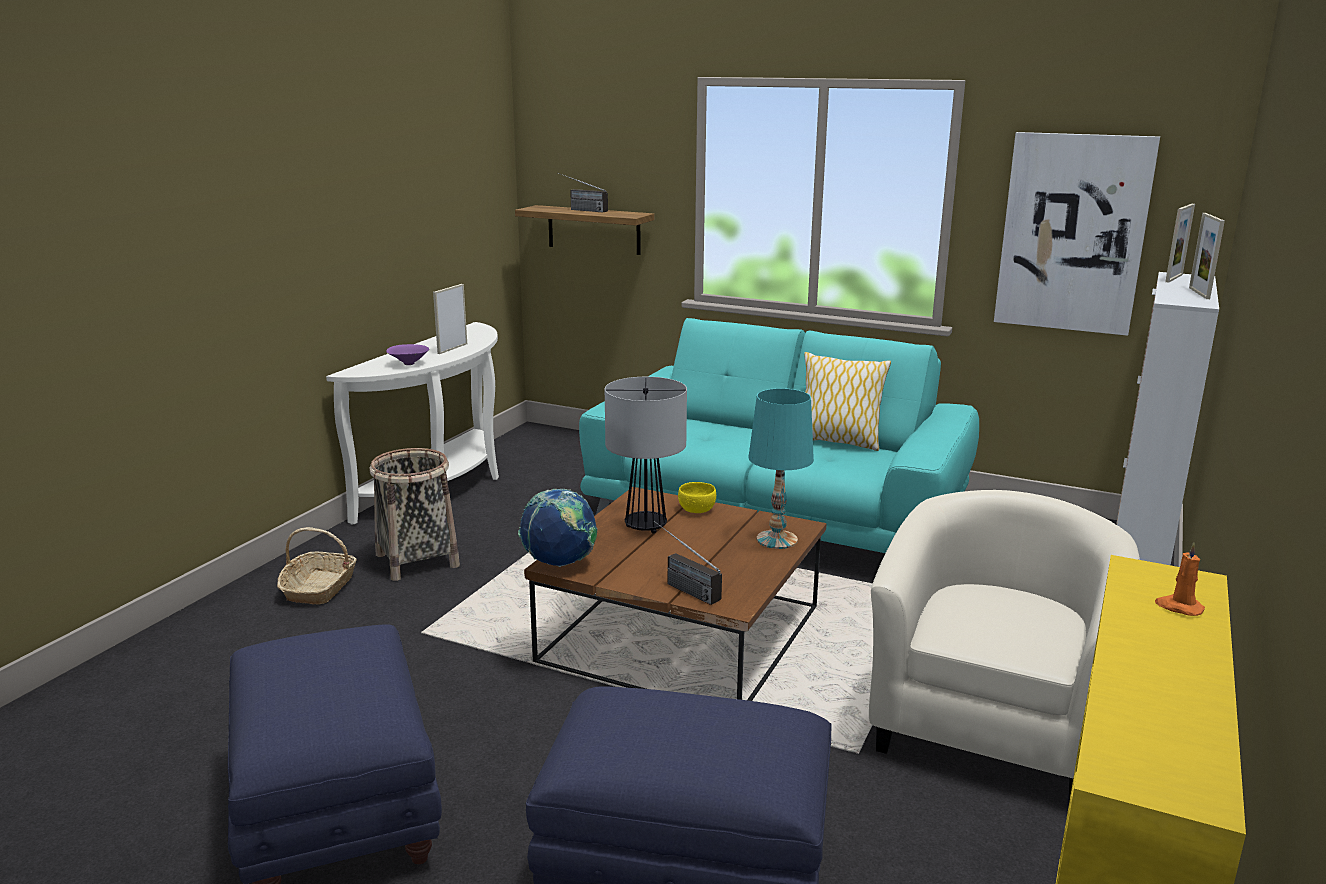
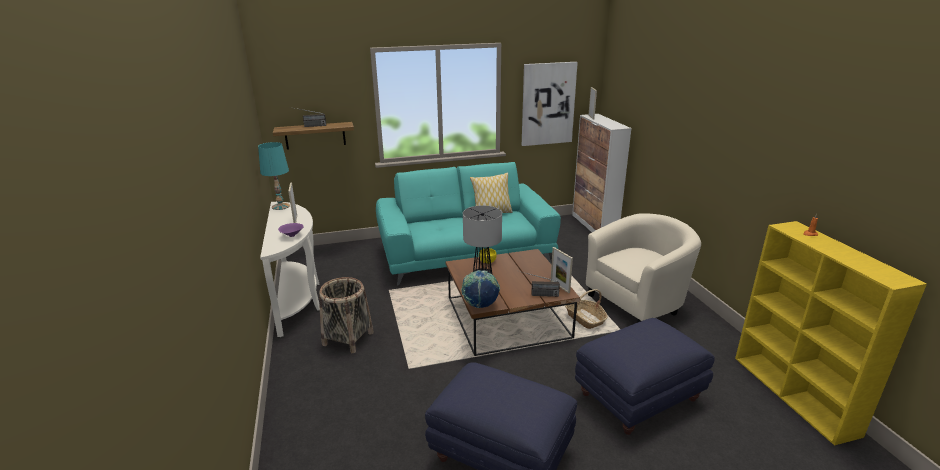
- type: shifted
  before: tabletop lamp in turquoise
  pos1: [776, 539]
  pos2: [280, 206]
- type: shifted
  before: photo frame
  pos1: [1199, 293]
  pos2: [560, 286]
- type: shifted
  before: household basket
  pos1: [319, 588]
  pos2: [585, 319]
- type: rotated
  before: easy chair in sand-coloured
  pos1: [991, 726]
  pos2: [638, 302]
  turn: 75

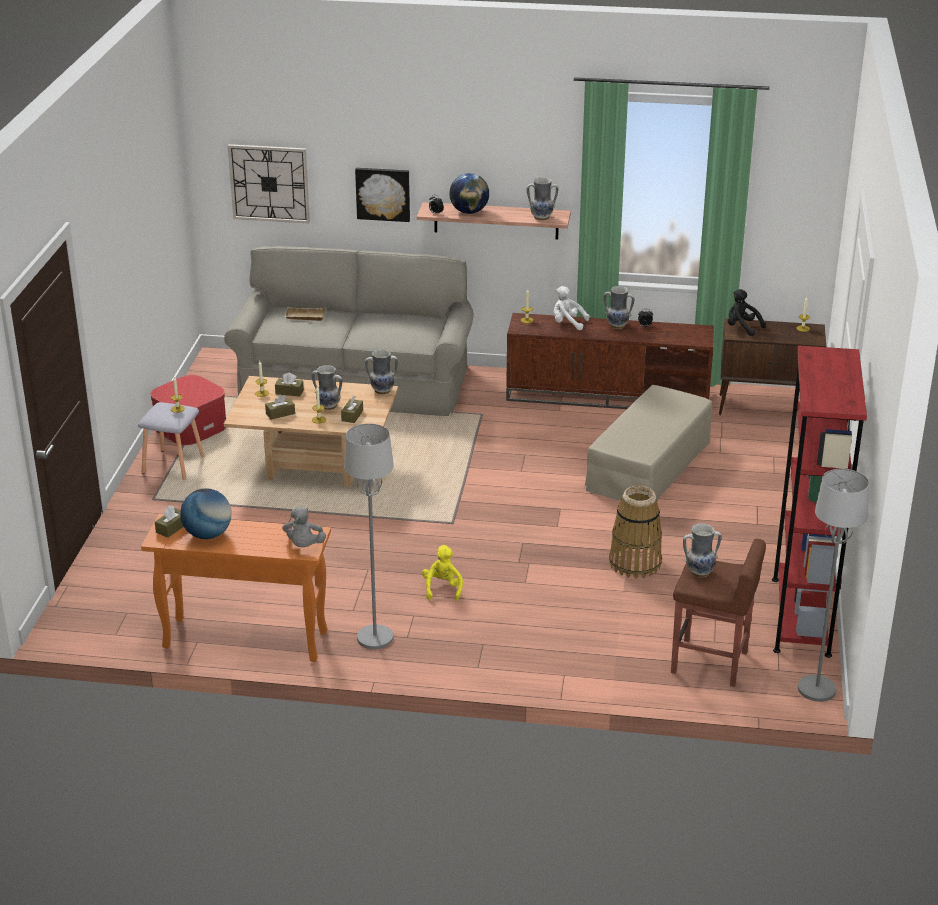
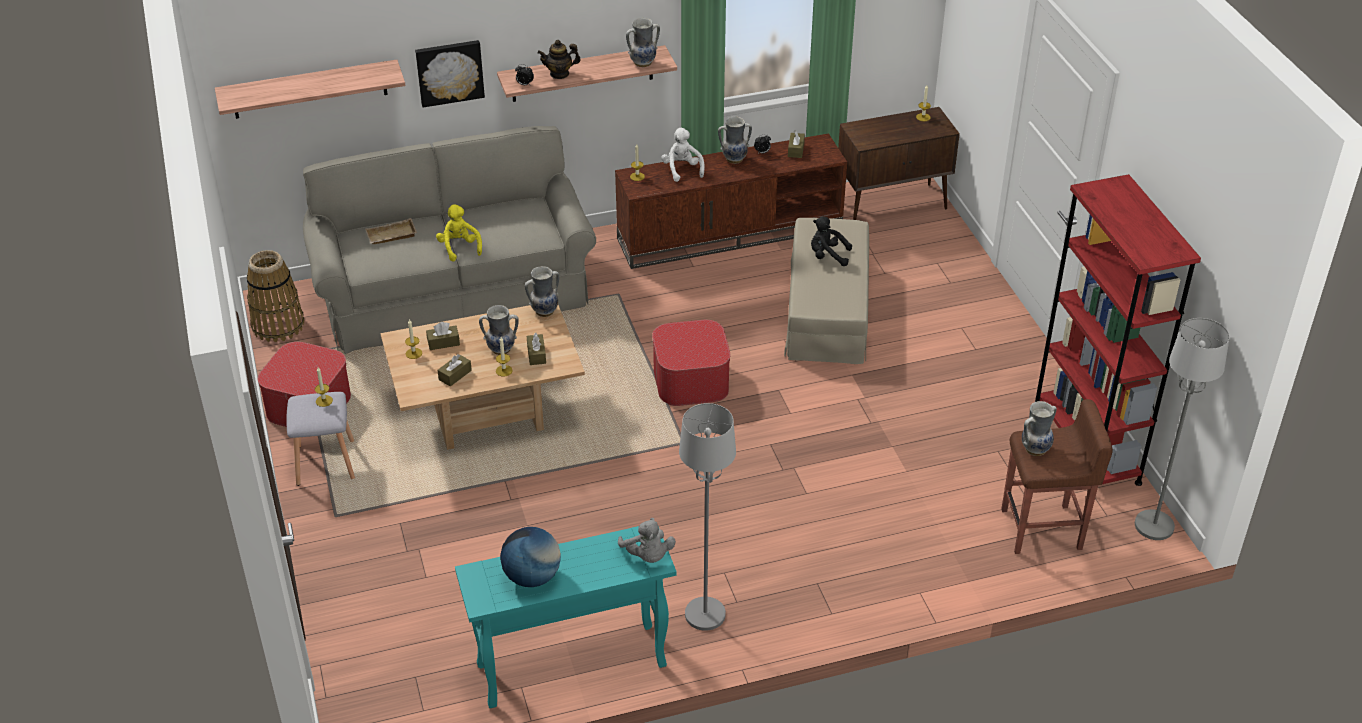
- type: swapped
  before: hanging clock
  after: bracket shelf
  pos1: [269, 183]
  pos2: [309, 89]
- type: shifted
  before: household basket
  pos1: [635, 563]
  pos2: [278, 325]
- type: shifted
  before: plush toy in yellow
  pos1: [442, 588]
  pos2: [459, 247]
- type: repainted
  before: narrow table in orange
  after: narrow table in turquoise
  pos1: [244, 640]
  pos2: [570, 666]
- type: swapped
  before: world globe
  after: teapot
  pos1: [469, 212]
  pos2: [559, 74]
- type: new
  after: ottoman
  pos2: [690, 380]
- type: rotated
  before: plush toy in white
  pos1: [567, 323]
  pos2: [682, 169]
  turn: 75
- type: shifted
  before: box of tissues in brownish
  pos1: [172, 528]
  pos2: [796, 150]
- type: shifted
  before: plush toy in black
  pos1: [742, 328]
  pos2: [827, 256]

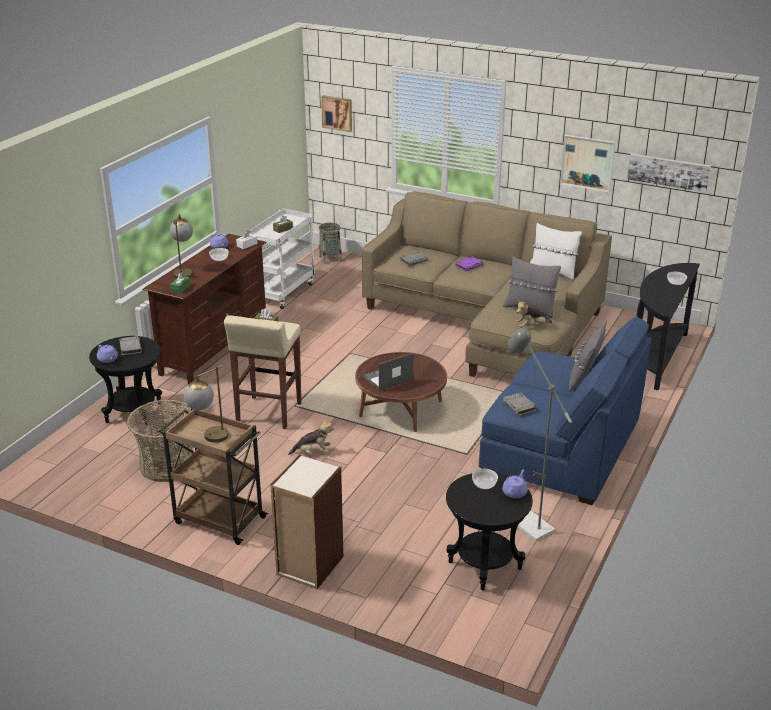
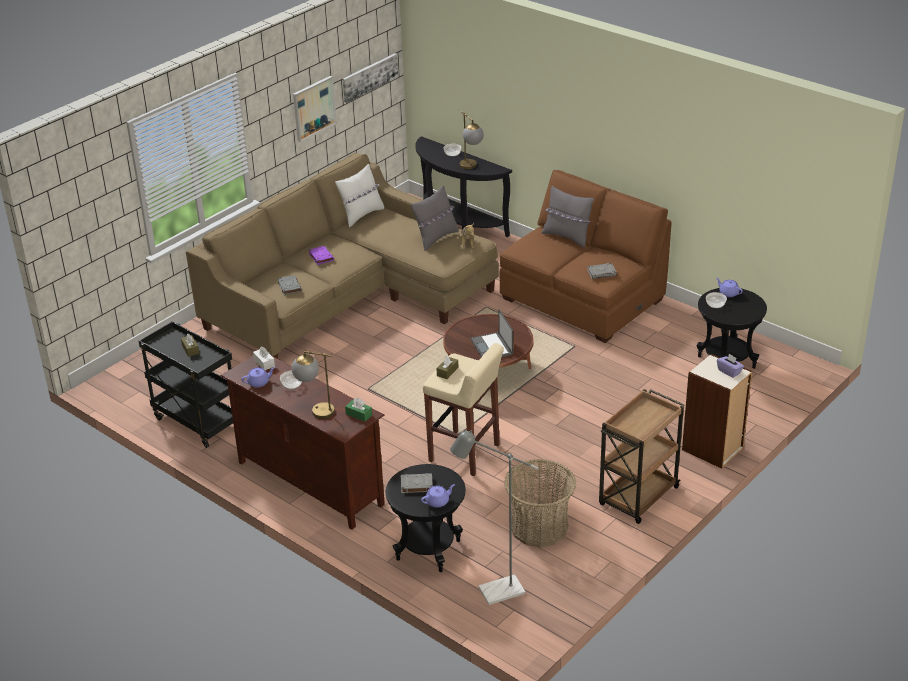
- type: repainted
  before: trolley in white
  after: trolley in black
  pos1: [282, 292]
  pos2: [195, 422]
- type: shifted
  before: standing lamp in gray
  pos1: [526, 522]
  pos2: [494, 593]
- type: shifted
  before: tabletop lamp
  pos1: [209, 439]
  pos2: [471, 168]
- type: repainted
  before: sofa in blue-coloured
  after: sofa in brownish
  pos1: [560, 449]
  pos2: [581, 299]
- type: new
  after: box of tissues in purplish
  pos2: [729, 371]
- type: gone
  before: plush toy
  pos1: [313, 452]
- type: gone
  before: household basket
  pos1: [330, 258]
- type: gone
  before: wall picture
  pos1: [337, 113]

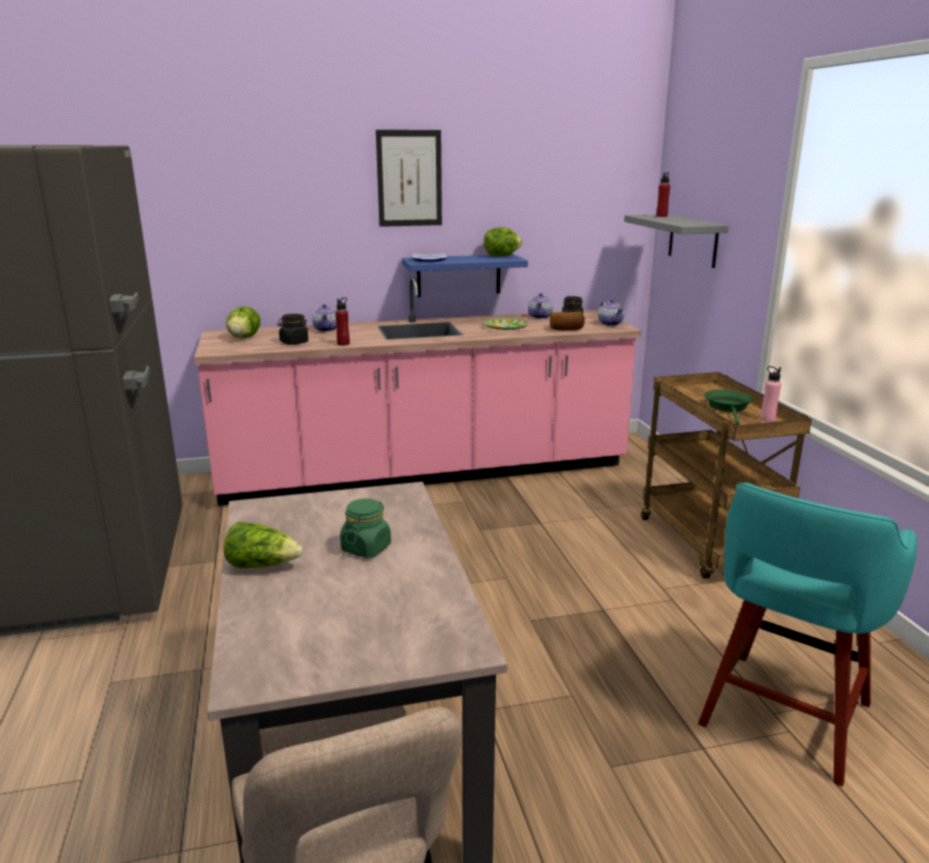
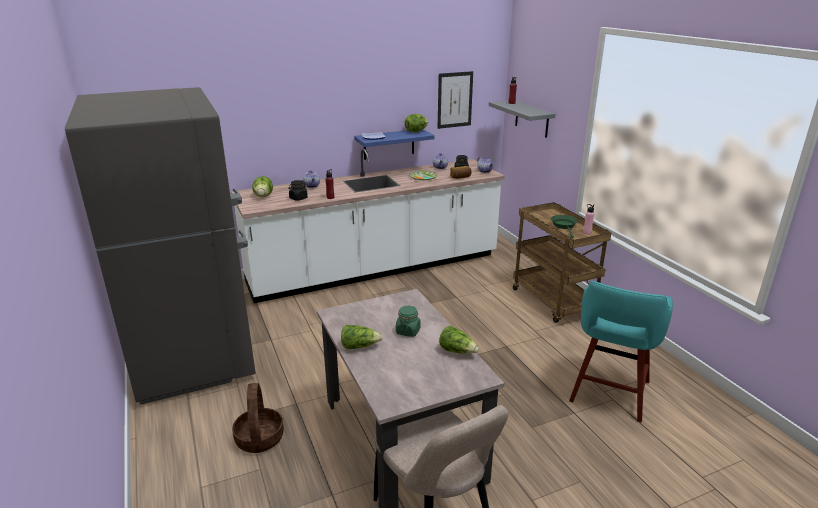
- type: repainted
  before: counter in pink-coloured
  after: counter in white
  pos1: [424, 472]
  pos2: [375, 269]
- type: new
  after: household basket
  pos2: [259, 438]
- type: shifted
  before: wall picture
  pos1: [409, 178]
  pos2: [454, 100]
- type: new
  after: lettuce head
  pos2: [457, 351]

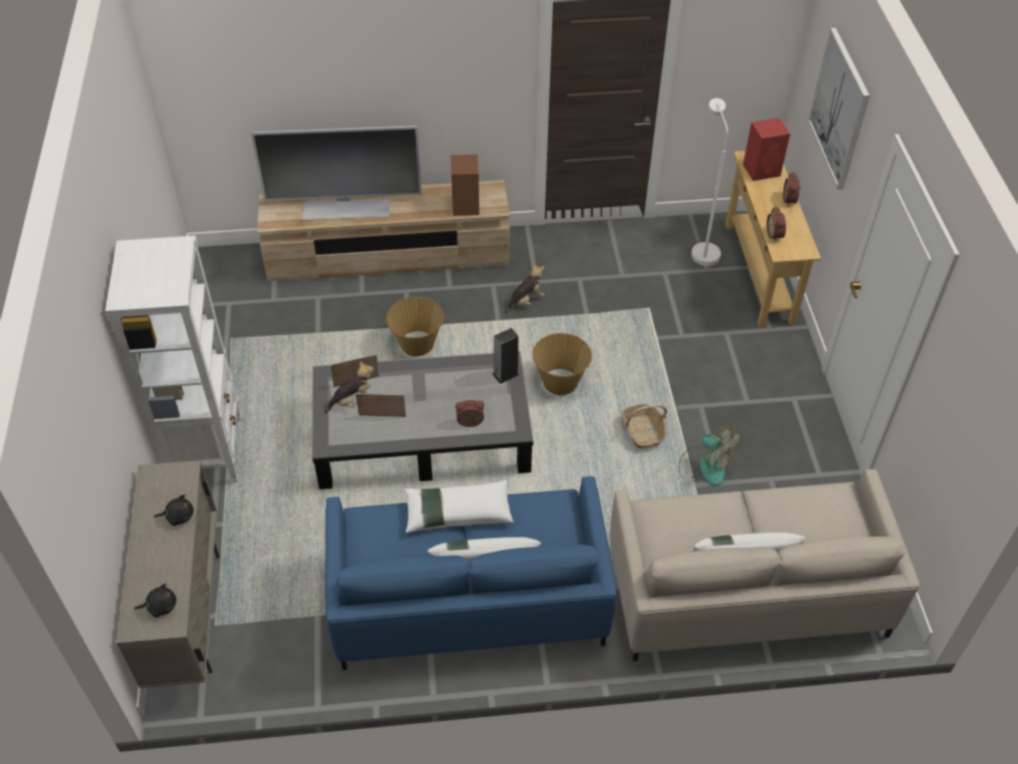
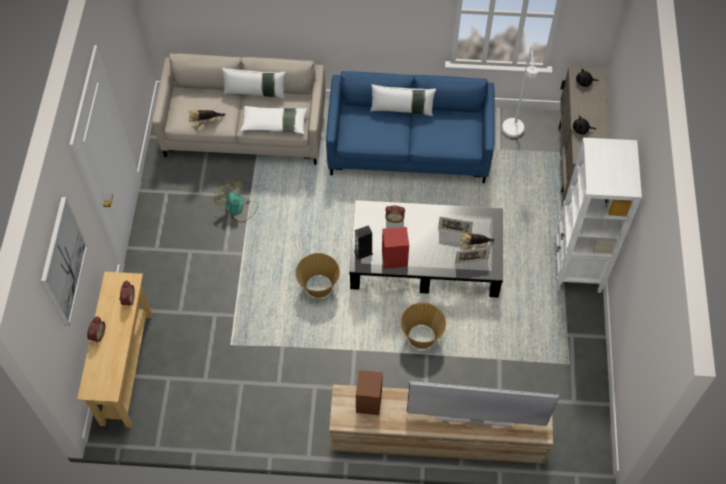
- type: shifted
  before: plush toy
  pos1: [526, 301]
  pos2: [206, 123]
- type: shifted
  before: cushion in white
  pos1: [457, 512]
  pos2: [274, 124]
- type: shifted
  before: speaker in red
  pos1: [762, 170]
  pos2: [393, 258]
- type: shifted
  before: standing lamp in white
  pos1: [702, 250]
  pos2: [513, 134]
- type: gone
  before: household basket
  pos1: [643, 431]

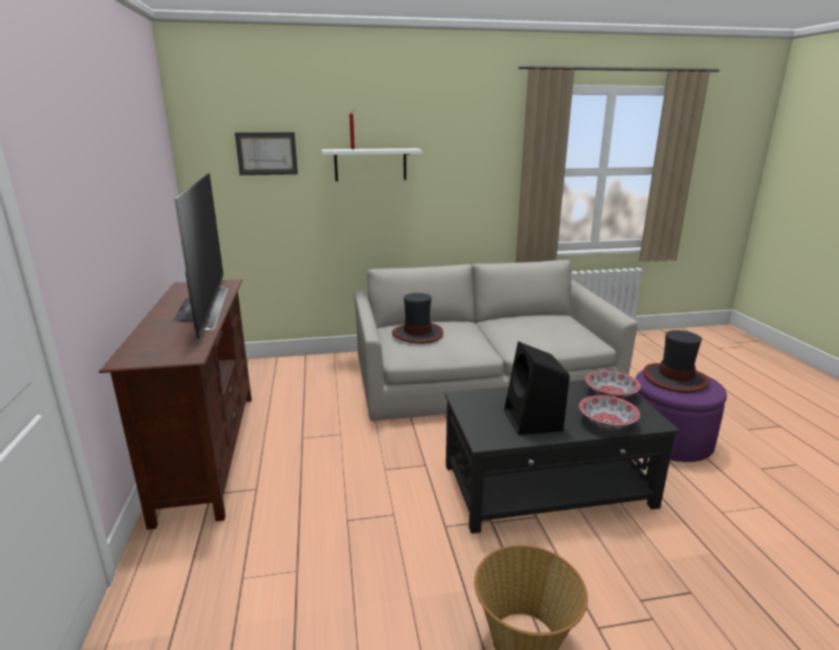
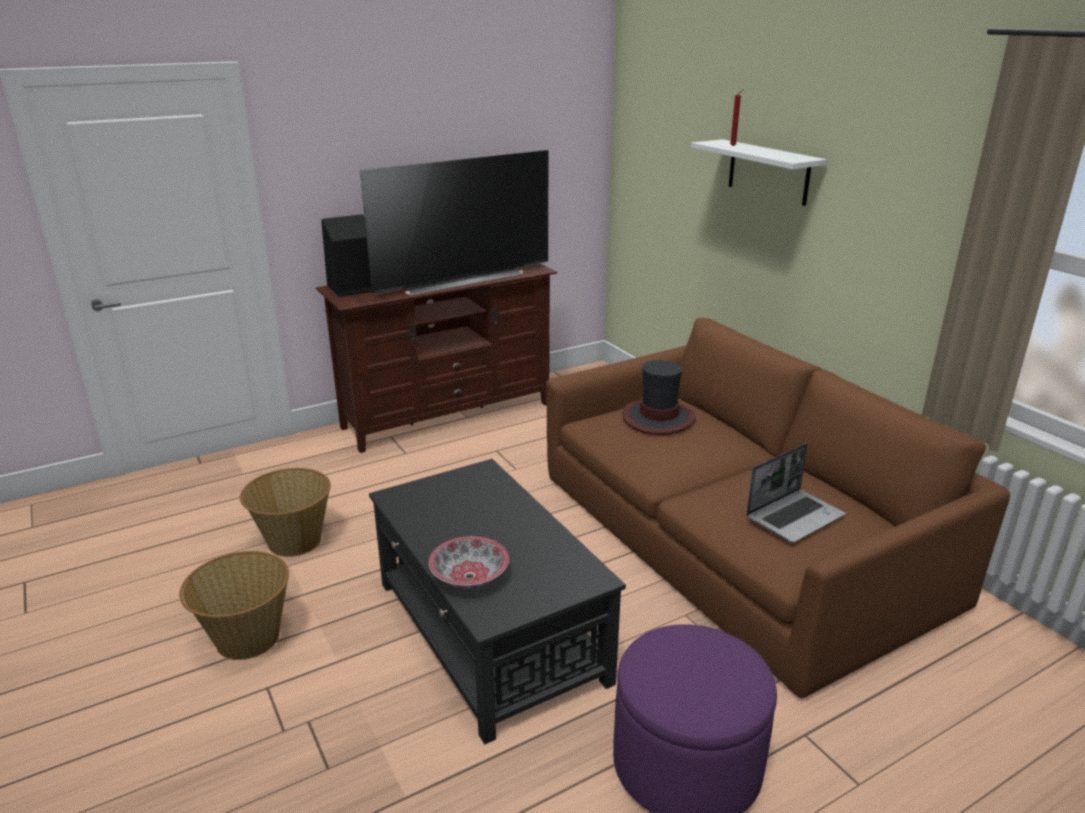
- type: new
  after: household basket
  pos2: [294, 541]
- type: shifted
  before: speaker in black
  pos1: [533, 421]
  pos2: [352, 288]
- type: repainted
  before: sofa in gray
  after: sofa in brownish
  pos1: [482, 377]
  pos2: [737, 538]
- type: new
  after: laptop
  pos2: [794, 516]
- type: gone
  before: wall picture
  pos1: [267, 153]
- type: gone
  before: deep dish
  pos1: [611, 394]
- type: gone
  before: clothing hat
  pos1: [675, 379]

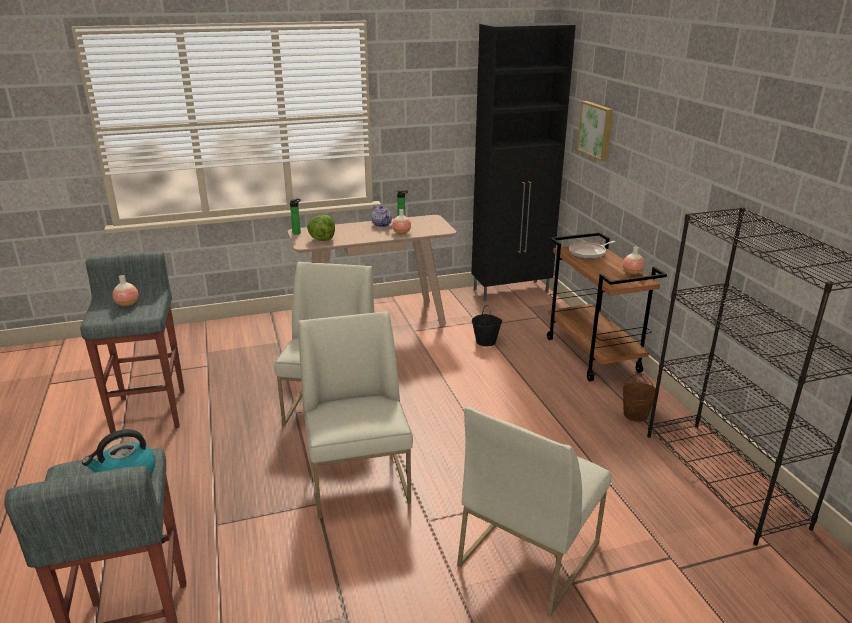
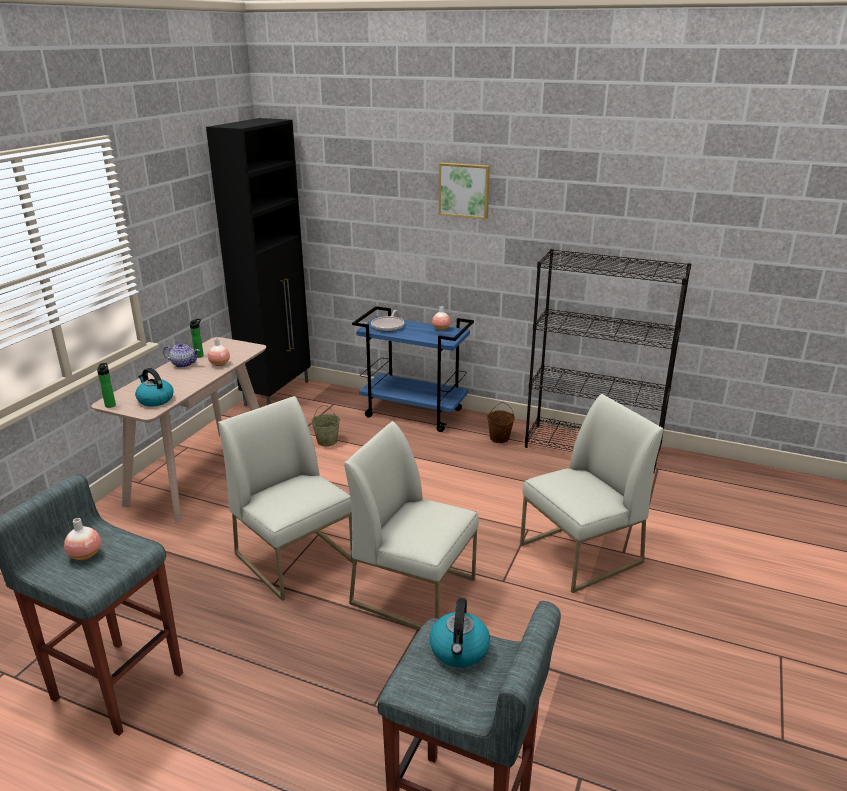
- type: swapped
  before: lettuce head
  after: water kettle
  pos1: [322, 239]
  pos2: [155, 400]
- type: repainted
  before: bucket in black
  after: bucket in sand-coloured
  pos1: [486, 342]
  pos2: [327, 441]
- type: repainted
  before: trolley in brownish
  after: trolley in blue-coloured
  pos1: [593, 355]
  pos2: [414, 413]
- type: shifted
  before: wall picture
  pos1: [596, 130]
  pos2: [464, 190]
- type: rotated
  before: chair in white
  pos1: [529, 553]
  pos2: [580, 554]
  turn: -105

